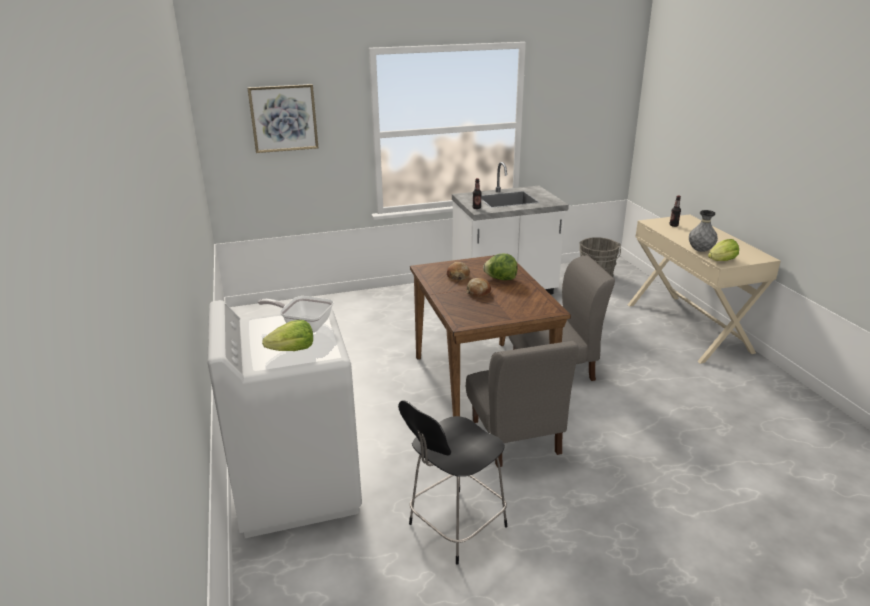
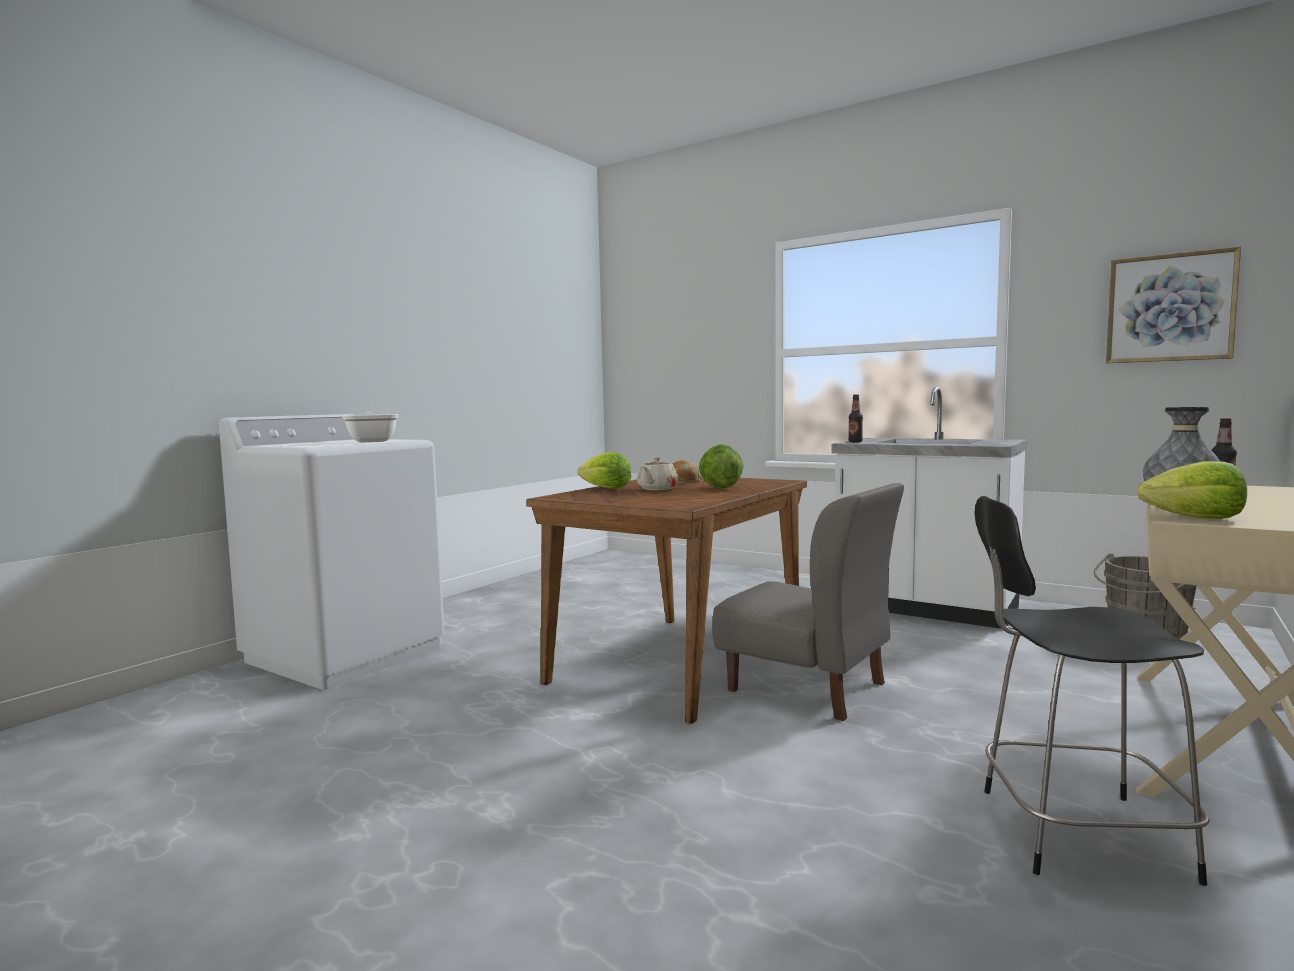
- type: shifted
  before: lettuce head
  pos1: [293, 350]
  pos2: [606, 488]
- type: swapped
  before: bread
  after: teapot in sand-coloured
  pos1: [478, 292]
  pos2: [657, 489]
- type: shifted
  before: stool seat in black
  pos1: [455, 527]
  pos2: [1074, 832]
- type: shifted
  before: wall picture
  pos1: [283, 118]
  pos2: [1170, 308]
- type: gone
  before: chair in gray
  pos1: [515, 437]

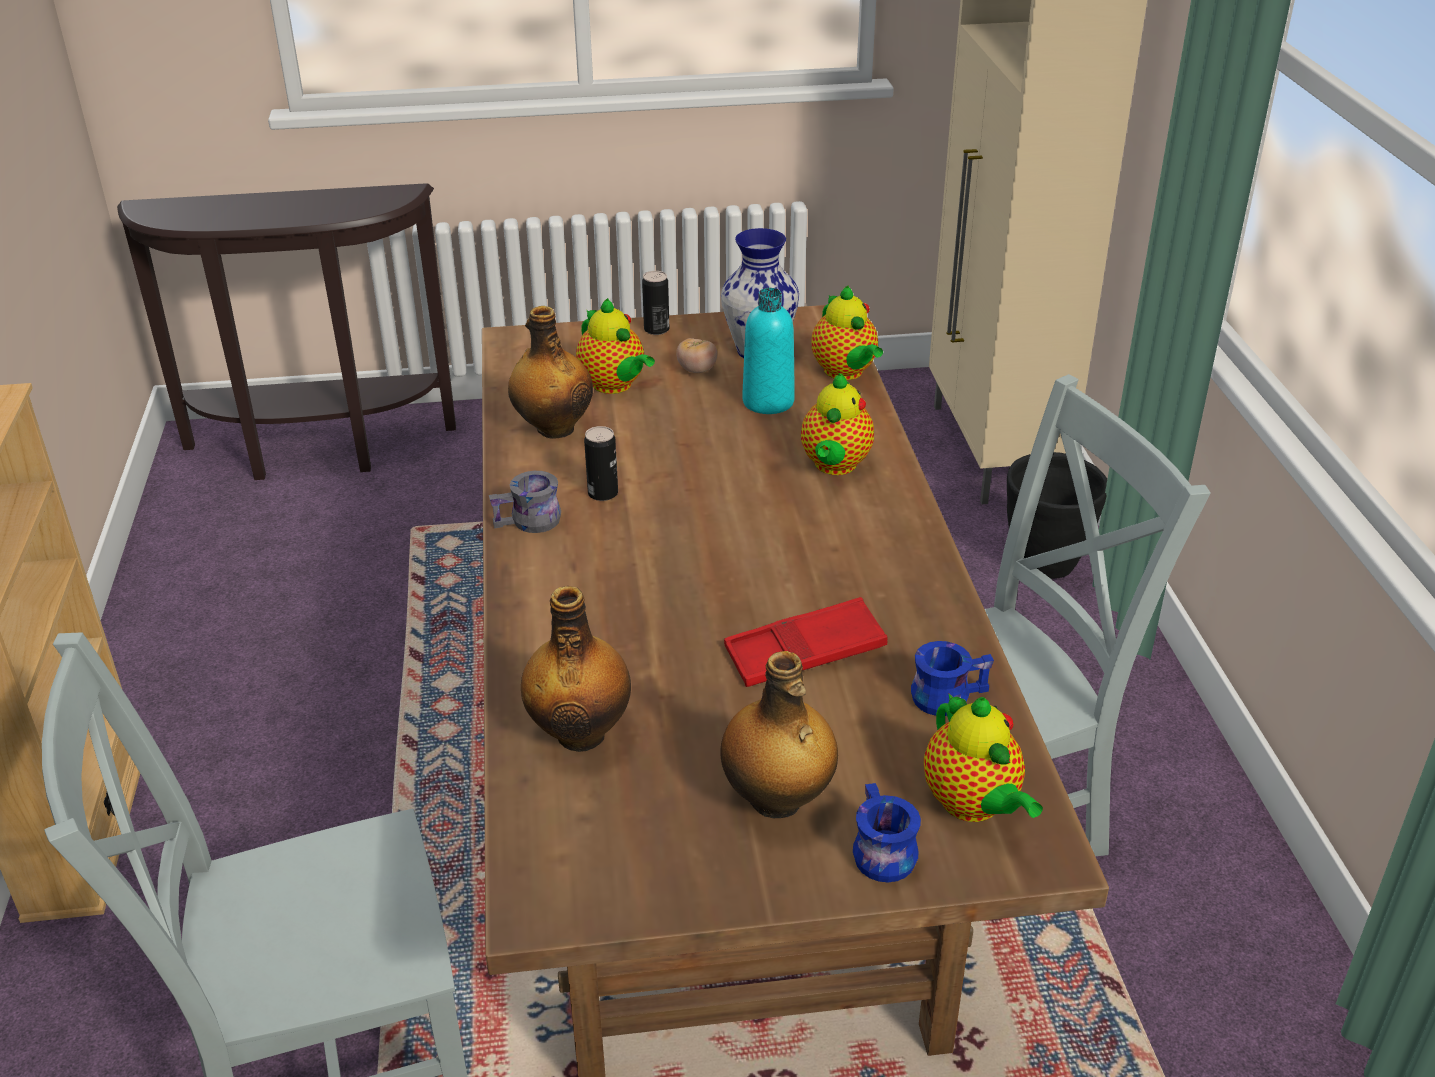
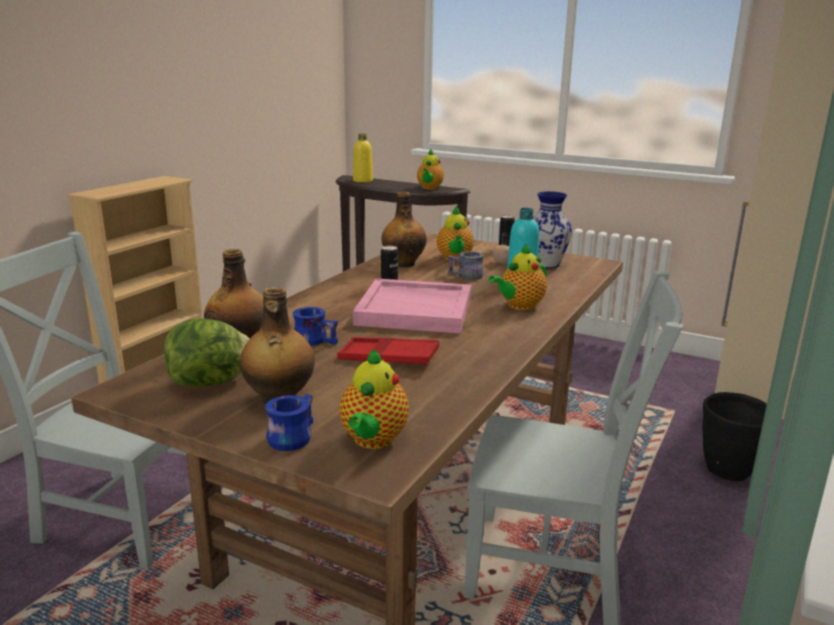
- type: new
  after: lettuce head
  pos2: [211, 383]
- type: shifted
  before: coffee mug in blue-coloured
  pos1: [946, 694]
  pos2: [316, 340]
- type: new
  after: bottle in yellow
  pos2: [363, 181]
- type: new
  after: carrying tray in pink-coloured
  pos2: [416, 310]
- type: shifted
  before: teapot
  pos1: [845, 372]
  pos2: [429, 188]
- type: shifted
  before: coffee mug in gray
  pos1: [529, 523]
  pos2: [465, 276]

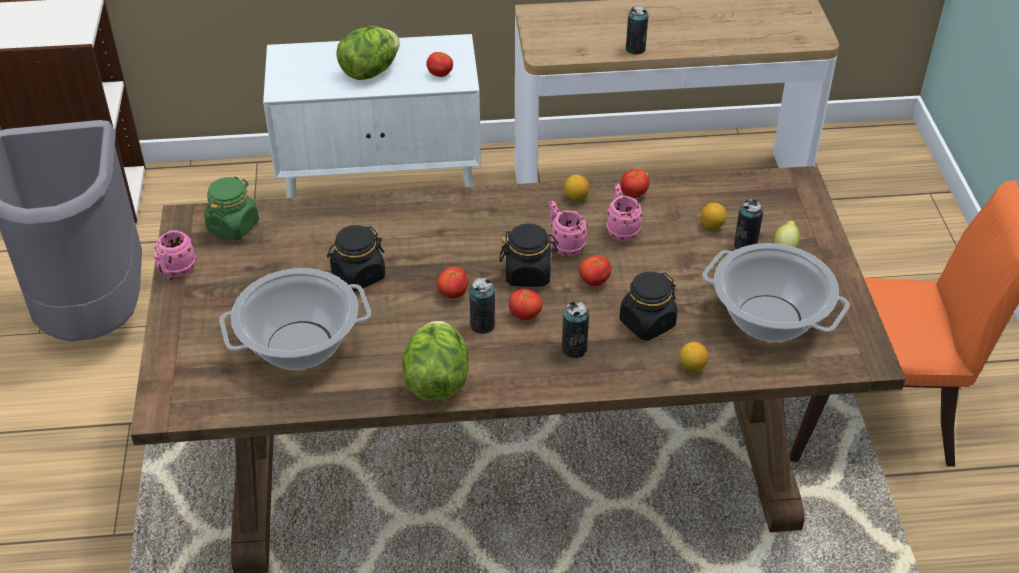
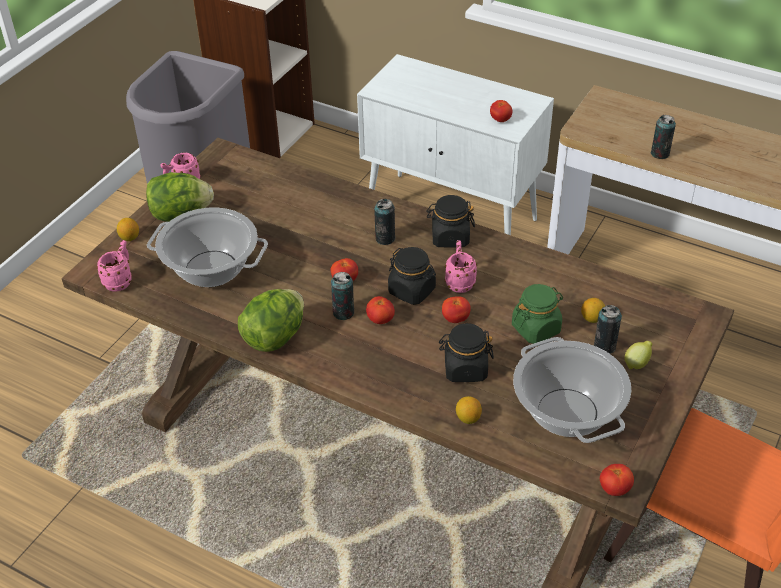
- type: shifted
  before: coffee mug in pink-coloured
  pos1: [621, 229]
  pos2: [120, 280]
- type: shifted
  before: citrus fruit
  pos1: [576, 198]
  pos2: [129, 238]
- type: shifted
  before: lettuce head
  pos1: [370, 71]
  pos2: [180, 215]
- type: shifted
  before: sealed can
  pos1: [574, 349]
  pos2: [385, 238]
- type: shifted
  before: storage jar in black
  pos1: [358, 276]
  pos2: [450, 237]
- type: shifted
  before: storage jar in green
  pos1: [233, 226]
  pos2: [536, 328]
- type: shifted
  before: whole tomato
  pos1: [633, 194]
  pos2: [614, 489]

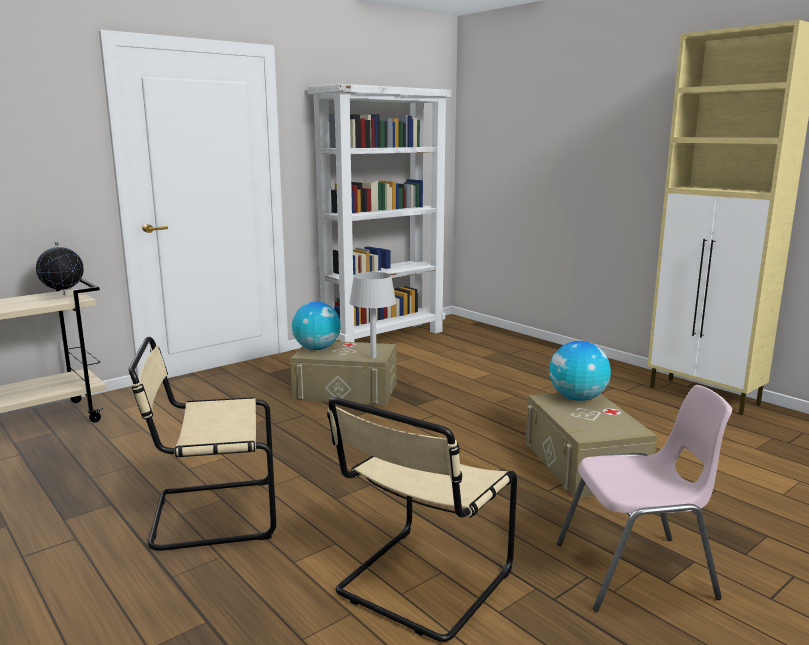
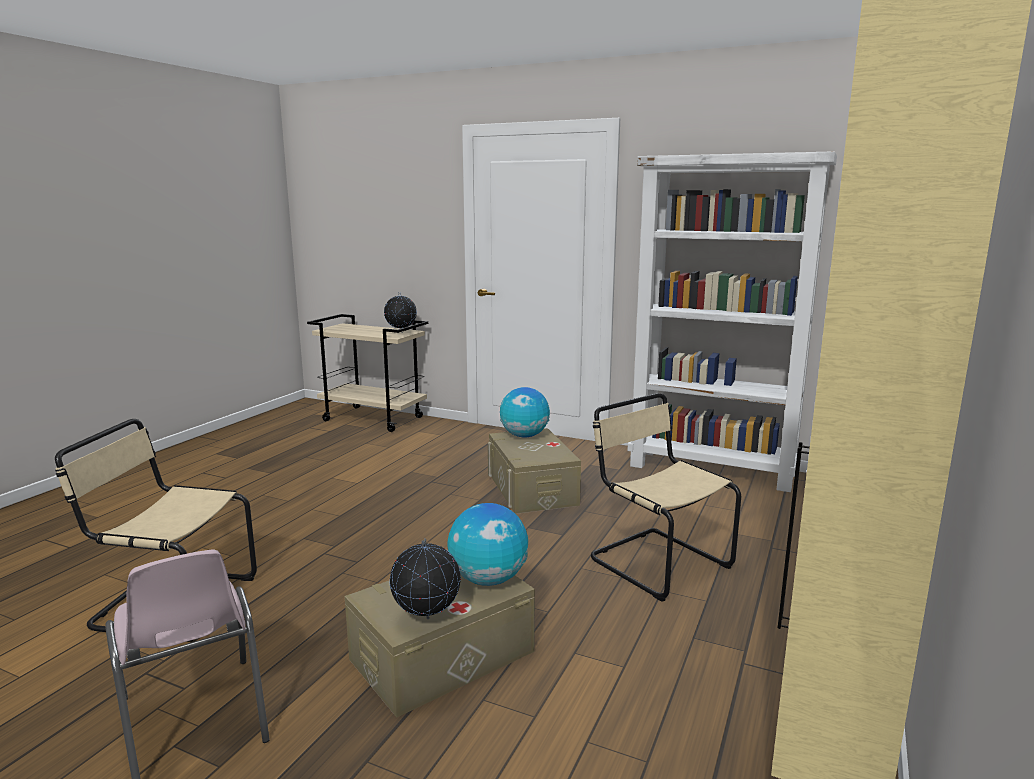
- type: new
  after: world globe
  pos2: [426, 619]
- type: shifted
  before: chair in sand-coloured
  pos1: [210, 515]
  pos2: [655, 561]
- type: gone
  before: tabletop lamp in gray
  pos1: [373, 357]

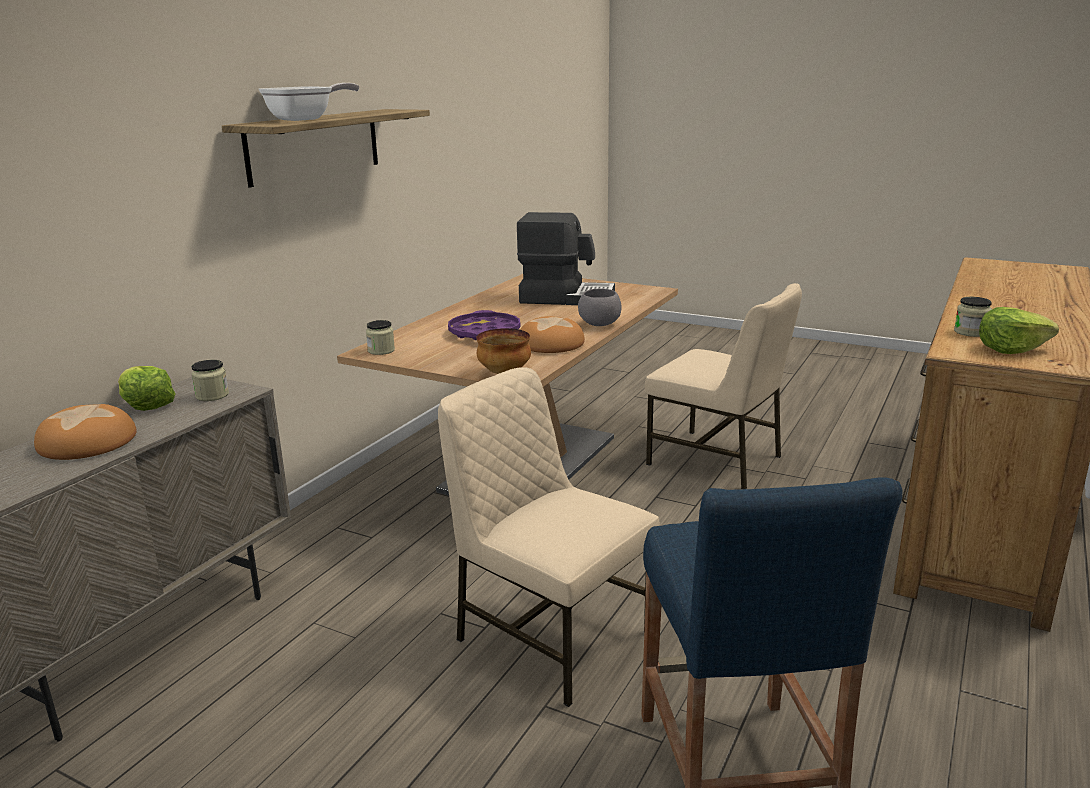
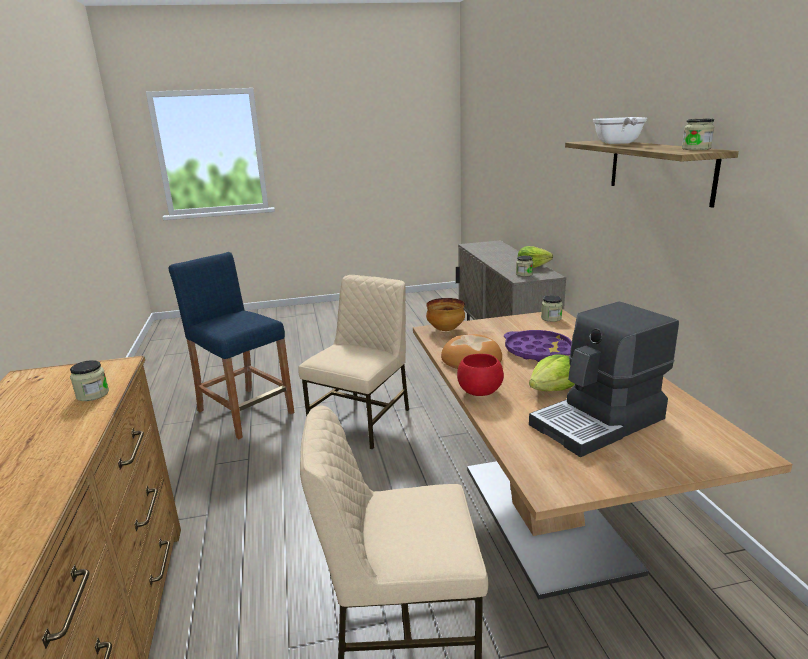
- type: rotated
  before: chair in sand-coloured
  pos1: [550, 635]
  pos2: [363, 419]
  turn: -60
- type: repainted
  before: deep dish in gray
  after: deep dish in red
  pos1: [599, 324]
  pos2: [480, 392]
- type: shifted
  before: lettuce head
  pos1: [1010, 349]
  pos2: [553, 390]
- type: new
  after: storage jar
  pos2: [696, 149]
- type: gone
  before: bread
  pos1: [88, 442]

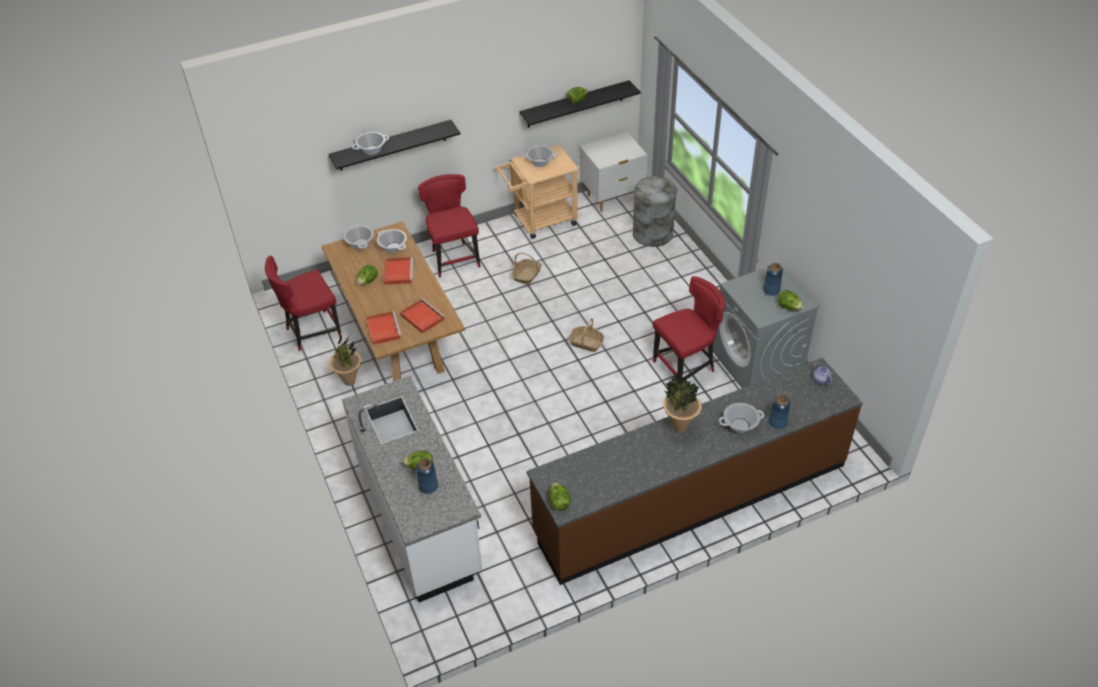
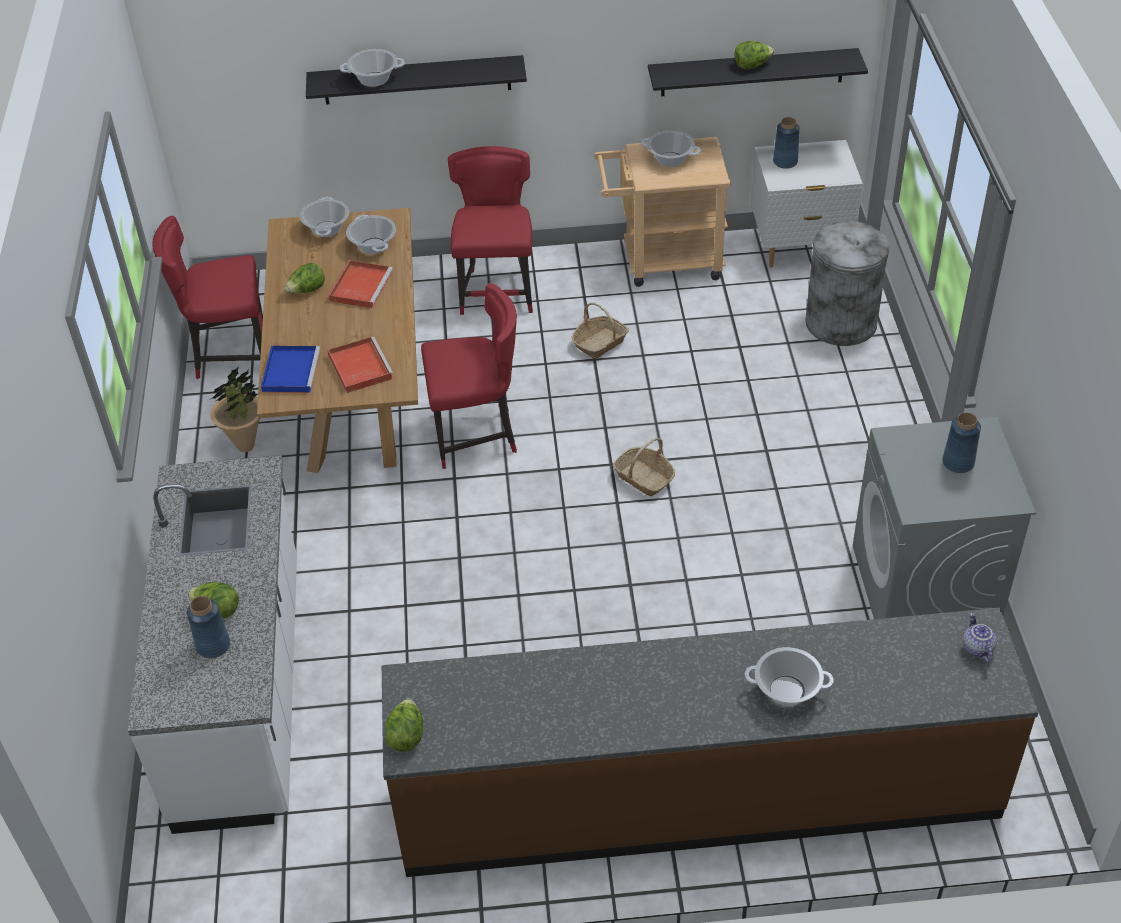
- type: repainted
  before: carrying tray in red
  after: carrying tray in blue-coloured
  pos1: [383, 329]
  pos2: [291, 371]
- type: shifted
  before: chair in red
  pos1: [685, 368]
  pos2: [477, 436]
- type: shifted
  before: flower vase in blue-coloured
  pos1: [777, 422]
  pos2: [785, 161]
- type: gone
  before: plant in a pot
  pos1: [679, 428]
- type: gone
  before: lettuce head
  pos1: [789, 307]

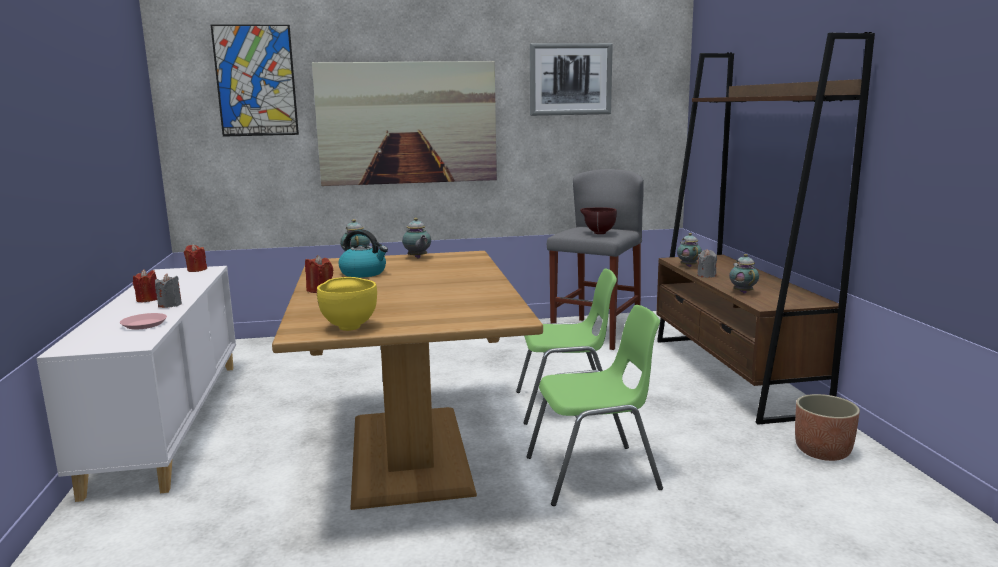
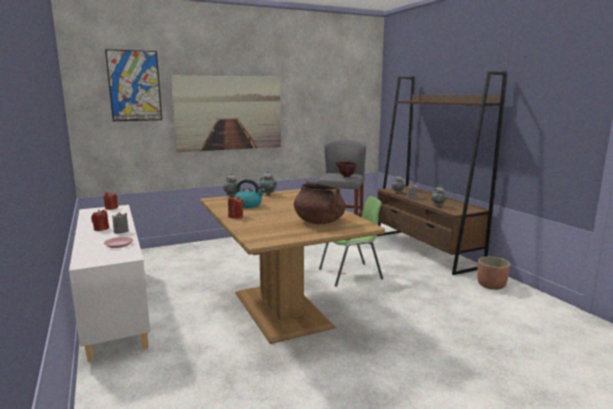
- type: new
  after: cooking pot in brownish
  pos2: [319, 222]
- type: gone
  before: deep dish in yellow
  pos1: [349, 326]
- type: gone
  before: chair in green
  pos1: [594, 474]
- type: gone
  before: wall picture
  pos1: [570, 79]

